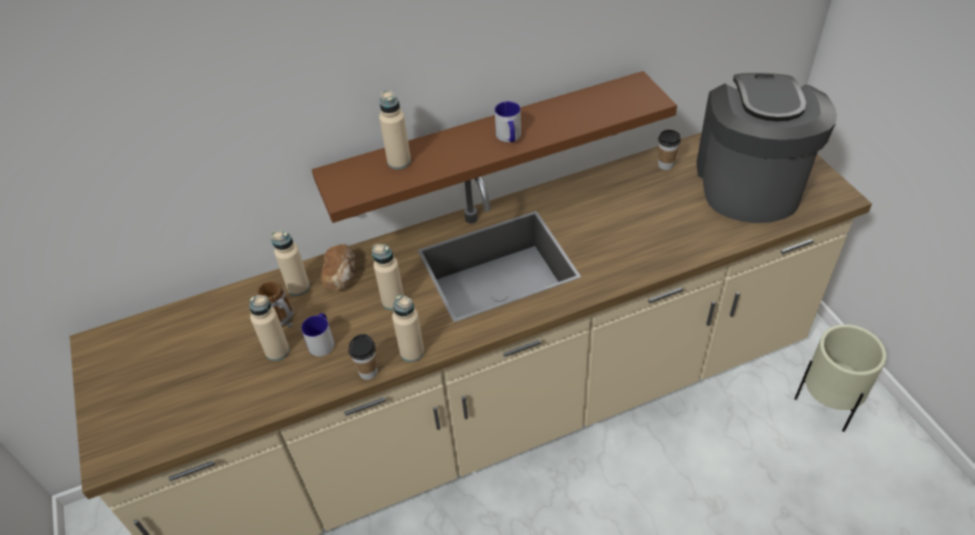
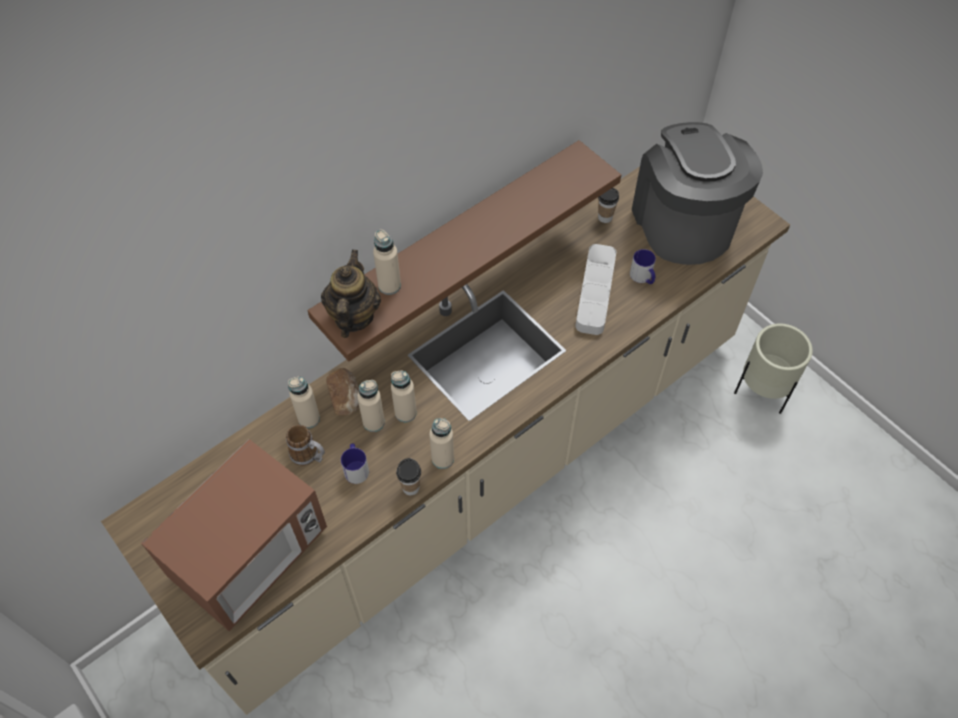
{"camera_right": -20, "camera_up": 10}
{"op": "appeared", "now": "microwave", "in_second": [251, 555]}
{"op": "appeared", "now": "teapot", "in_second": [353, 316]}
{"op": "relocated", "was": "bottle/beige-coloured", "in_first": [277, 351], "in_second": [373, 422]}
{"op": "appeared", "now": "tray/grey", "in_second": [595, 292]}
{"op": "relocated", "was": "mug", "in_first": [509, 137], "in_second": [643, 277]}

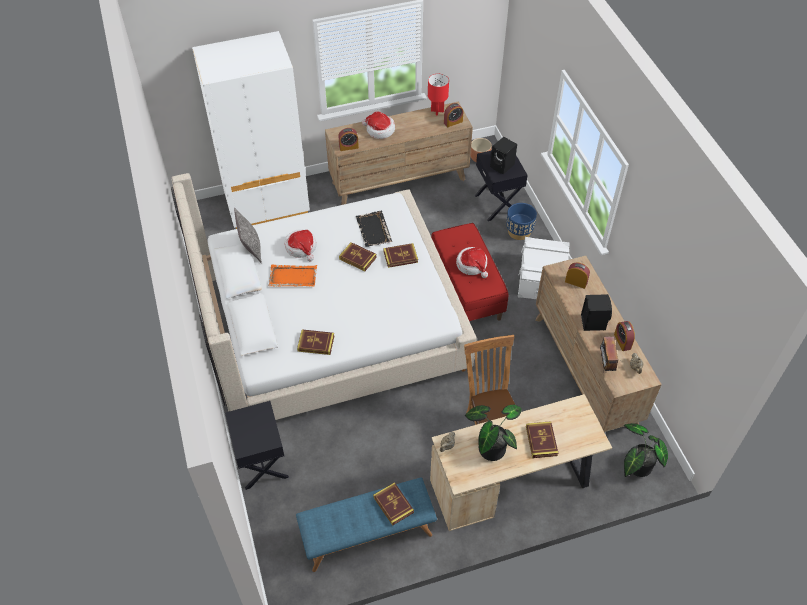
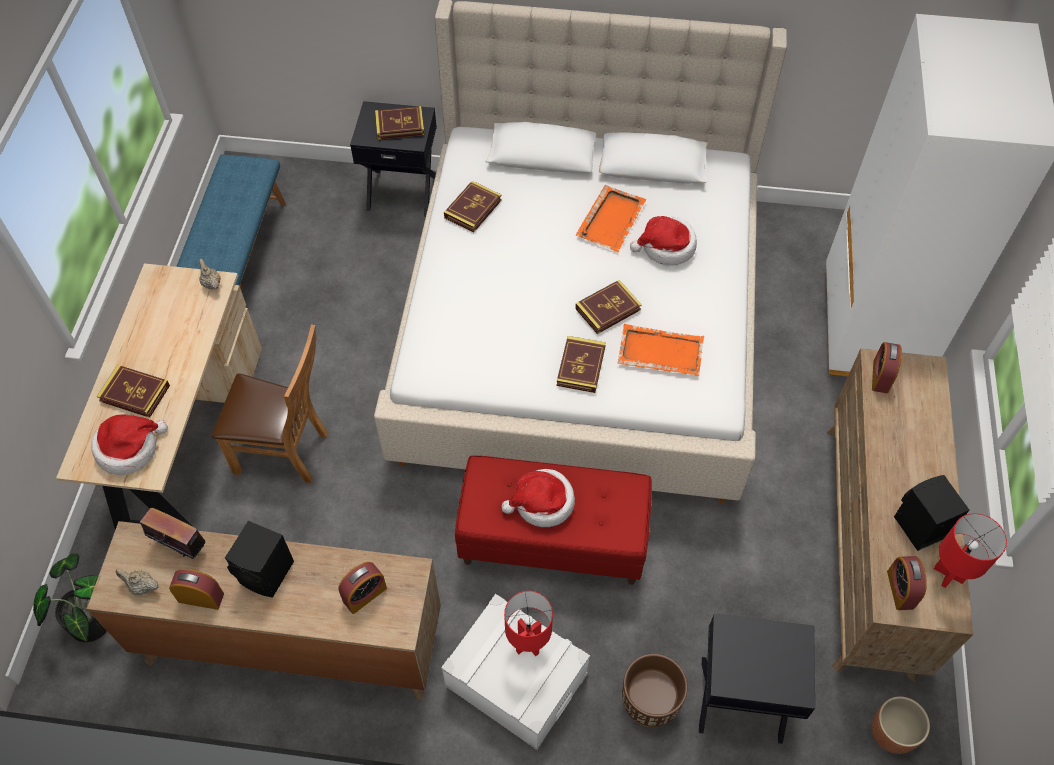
{"camera_right": 115, "camera_up": 5}
{"op": "relocated", "was": "hat", "in_first": [379, 130], "in_second": [129, 448]}
{"op": "relocated", "was": "volume", "in_first": [393, 505], "in_second": [400, 125]}
{"op": "appeared", "now": "table lamp/reddish", "in_second": [527, 644]}
{"op": "colour", "was": "tray/blackish", "now": "tray/orange", "in_first": [373, 230], "in_second": [659, 351]}
{"op": "colour", "was": "plant pot/bluish", "now": "plant pot/brownish", "in_first": [519, 231], "in_second": [649, 702]}
{"op": "relocated", "was": "audio speaker/blackish", "in_first": [502, 166], "in_second": [918, 527]}
{"op": "missing", "was": "throw pillow", "in_first": [251, 248]}
{"op": "missing", "was": "plant in a pot", "in_first": [490, 446]}

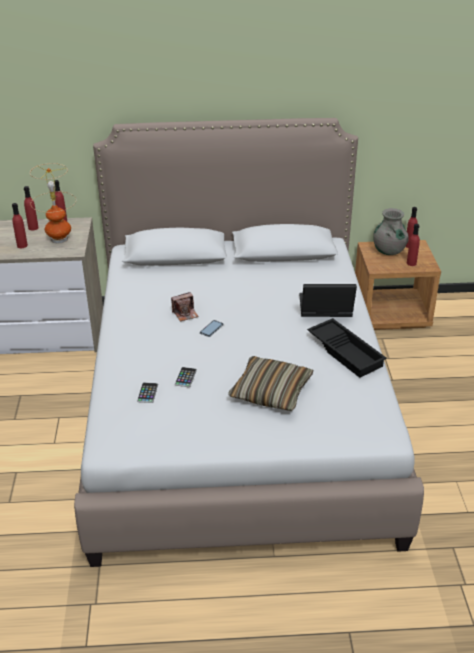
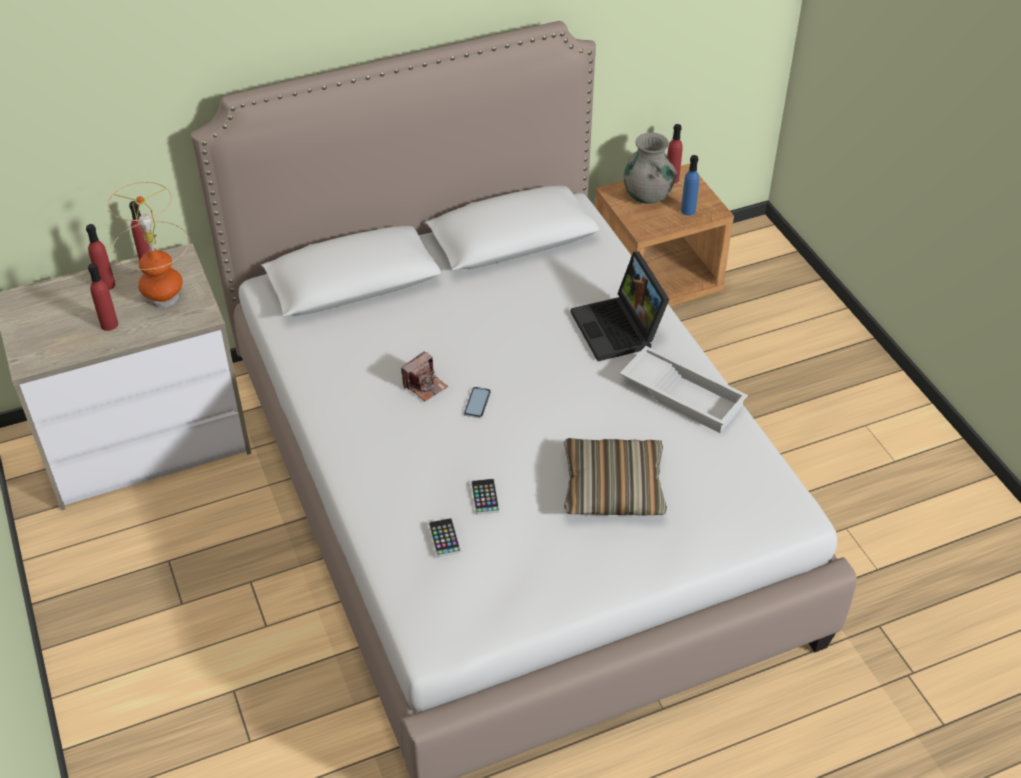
{"camera_right": -20, "camera_up": 10}
{"op": "spun", "was": "laptop", "in_first": [324, 309], "in_second": [619, 329], "clockwise": -90}
{"op": "colour", "was": "tray/blackish", "now": "tray/whitish", "in_first": [346, 352], "in_second": [683, 394]}
{"op": "colour", "was": "bottle/reddish", "now": "bottle/bluish", "in_first": [411, 263], "in_second": [688, 211]}

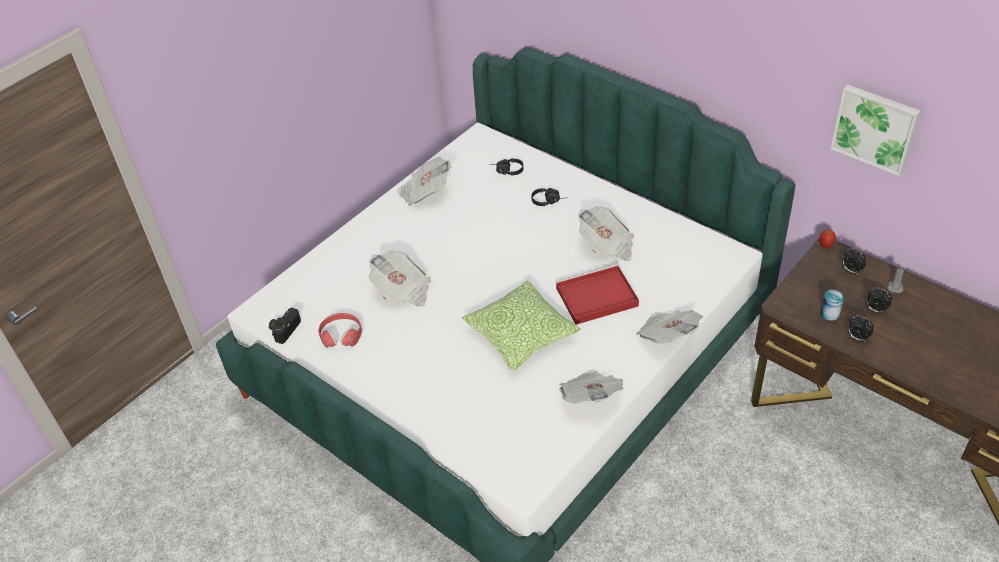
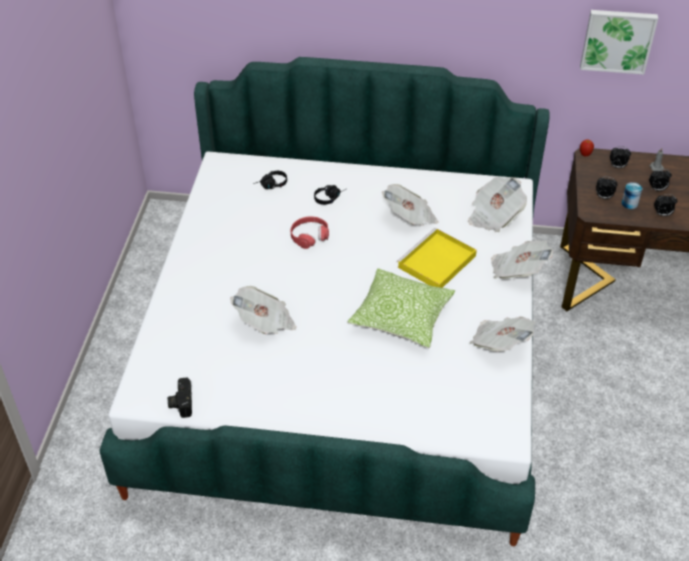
{"camera_right": -35, "camera_up": 0}
{"op": "relocated", "was": "headset/reddish", "in_first": [341, 335], "in_second": [309, 236]}
{"op": "colour", "was": "tray/reddish", "now": "tray/yellow-coloured", "in_first": [595, 297], "in_second": [436, 262]}
{"op": "relocated", "was": "printed paper", "in_first": [425, 192], "in_second": [494, 216]}
{"op": "appeared", "now": "alarm clock", "in_second": [603, 197]}

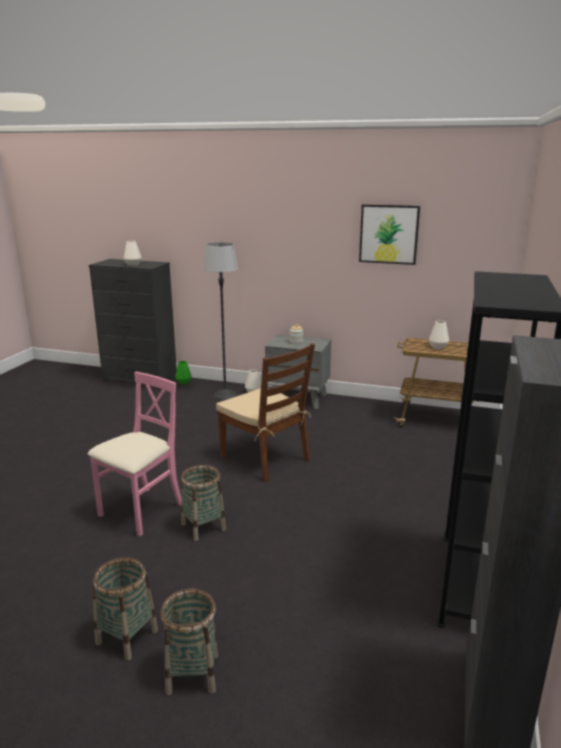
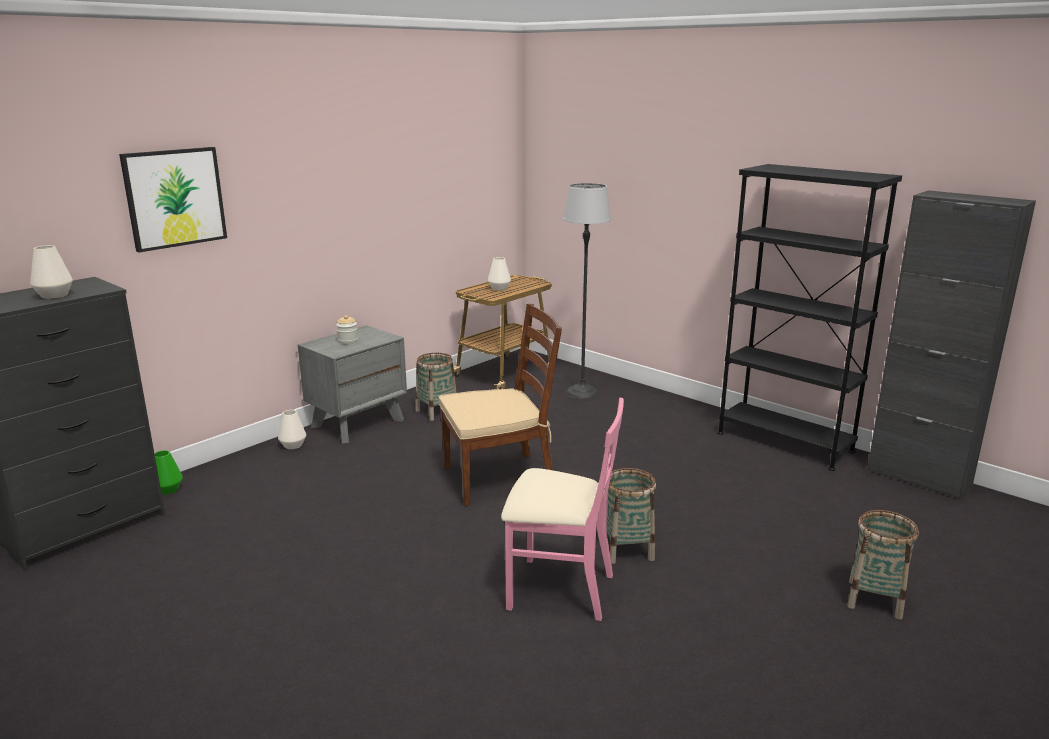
{"camera_right": -65, "camera_up": 0}
{"op": "relocated", "was": "wall art", "in_first": [389, 234], "in_second": [175, 198]}
{"op": "relocated", "was": "household basket", "in_first": [127, 637], "in_second": [437, 411]}
{"op": "spun", "was": "plain chair/pink-coloured", "in_first": [141, 511], "in_second": [559, 589], "clockwise": 135}
{"op": "relocated", "was": "standard lamp", "in_first": [225, 395], "in_second": [582, 392]}

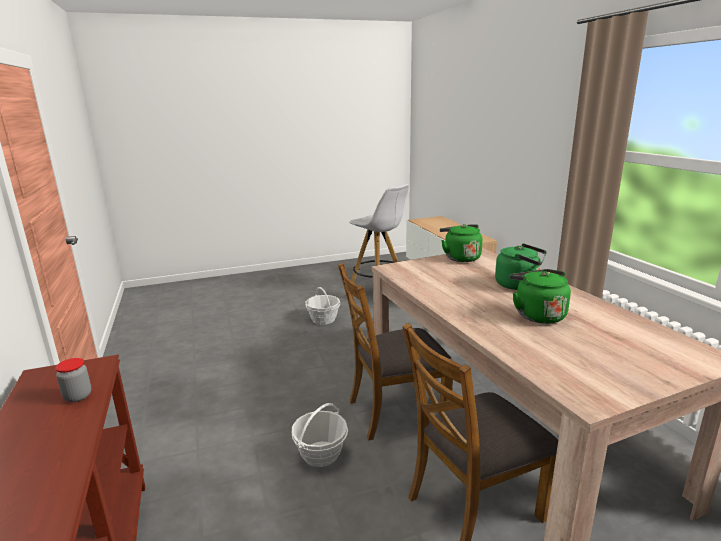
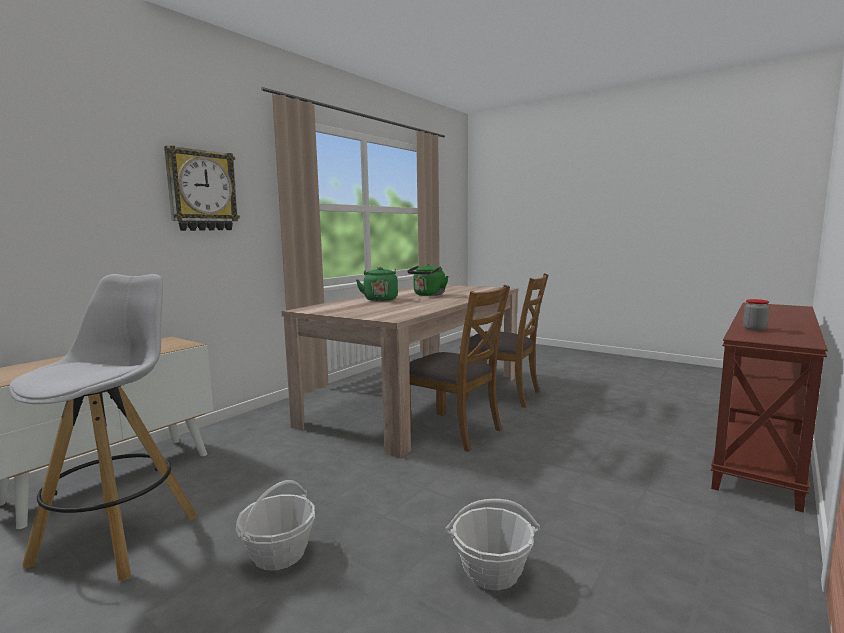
{"camera_right": -125, "camera_up": -10}
{"op": "appeared", "now": "clock on the wall", "in_second": [202, 191]}
{"op": "relocated", "was": "household basket", "in_first": [321, 454], "in_second": [492, 571]}
{"op": "missing", "was": "water kettle/green-coloured", "in_first": [460, 257]}

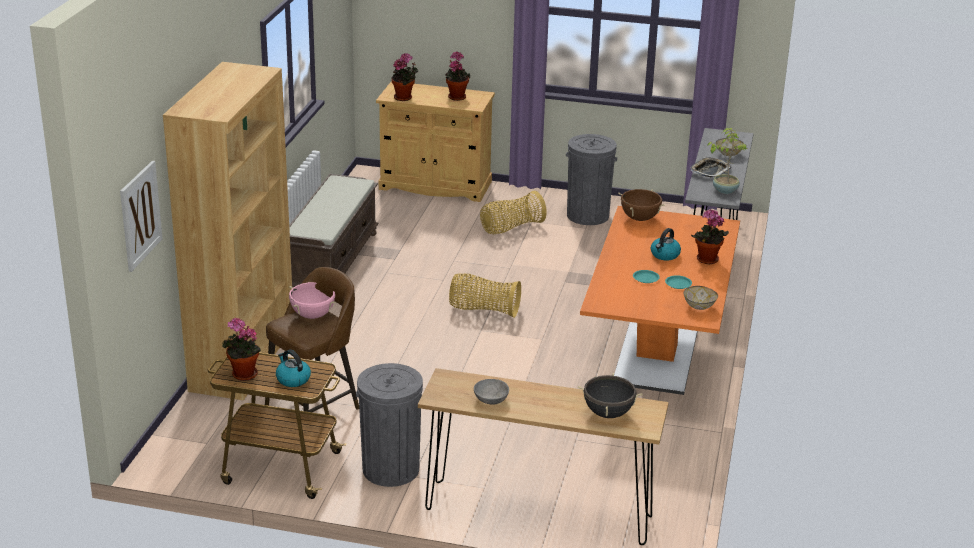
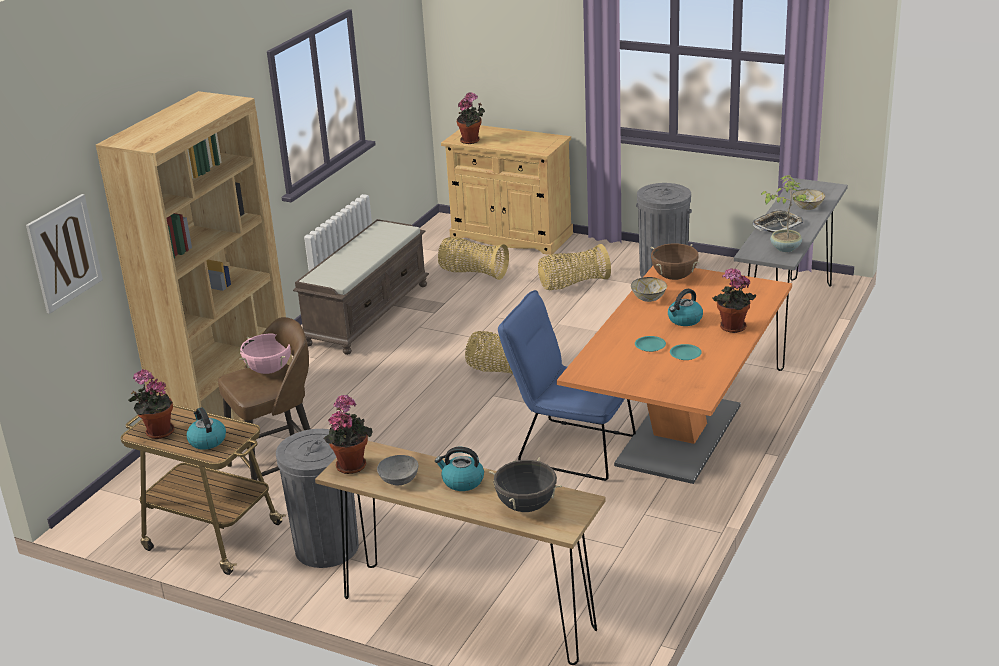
{"camera_right": 15, "camera_up": 0}
{"op": "relocated", "was": "plant in a pot", "in_first": [456, 97], "in_second": [351, 464]}
{"op": "appeared", "now": "water kettle", "in_second": [462, 481]}
{"op": "appeared", "now": "household basket", "in_second": [473, 273]}
{"op": "appeared", "now": "plain chair/bluish", "in_second": [569, 448]}
{"op": "relocated", "was": "deep dish", "in_first": [699, 306], "in_second": [649, 298]}

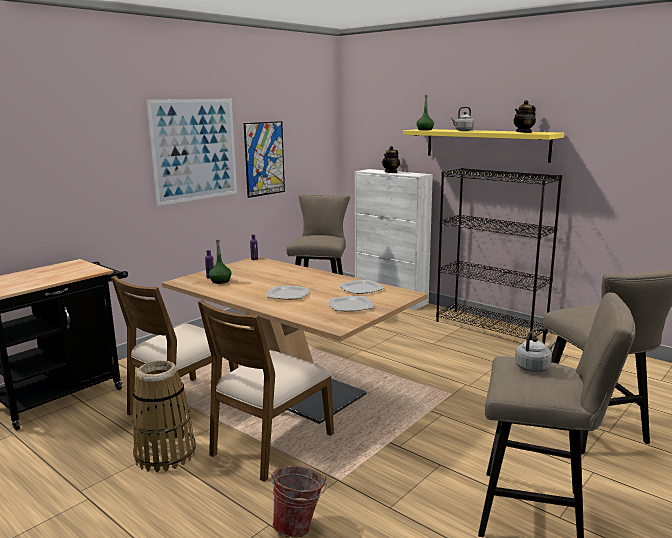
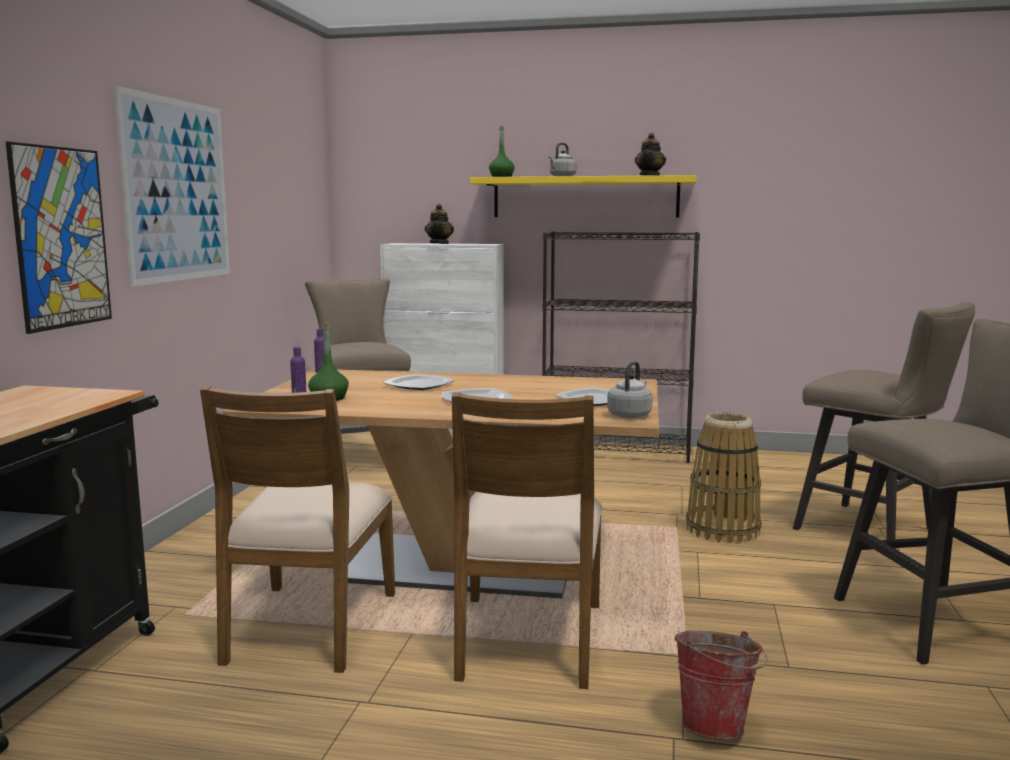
{"camera_right": -30, "camera_up": -5}
{"op": "relocated", "was": "wall art", "in_first": [264, 159], "in_second": [61, 237]}
{"op": "relocated", "was": "dinner plate", "in_first": [361, 289], "in_second": [418, 385]}
{"op": "relocated", "was": "water kettle/grey", "in_first": [533, 367], "in_second": [630, 415]}
{"op": "relocated", "was": "household basket", "in_first": [165, 454], "in_second": [723, 529]}

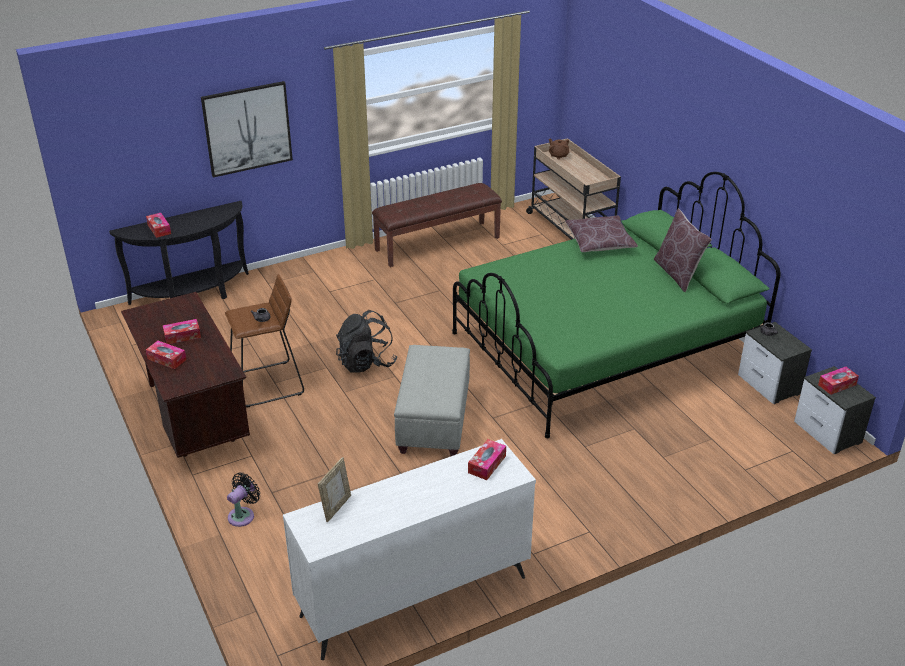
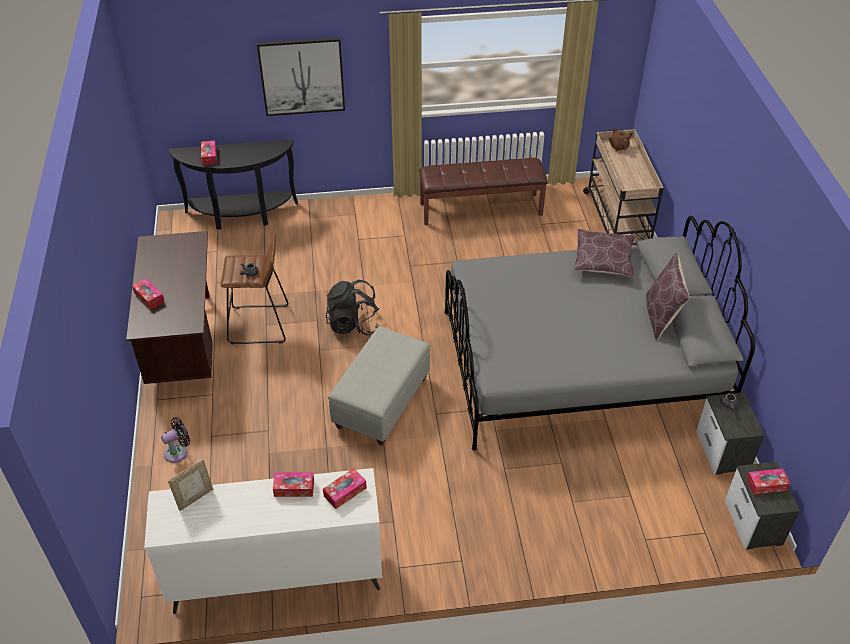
{"camera_right": 20, "camera_up": 10}
{"op": "relocated", "was": "box of tissues", "in_first": [182, 336], "in_second": [294, 488]}
{"op": "colour", "was": "bed/green-coloured", "now": "bed/grey", "in_first": [604, 349], "in_second": [579, 366]}

